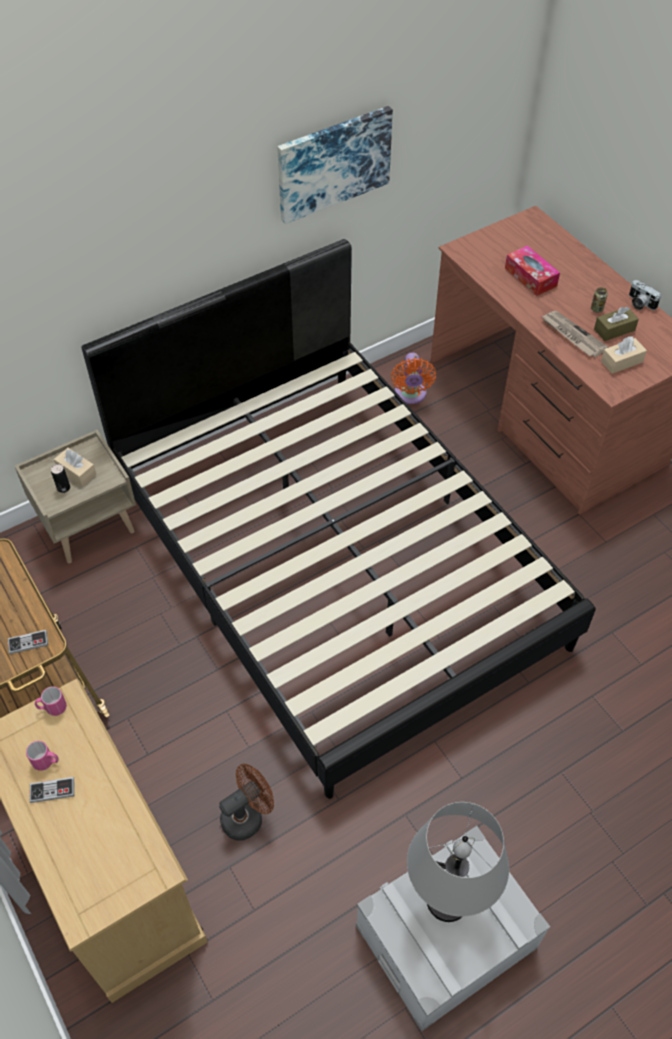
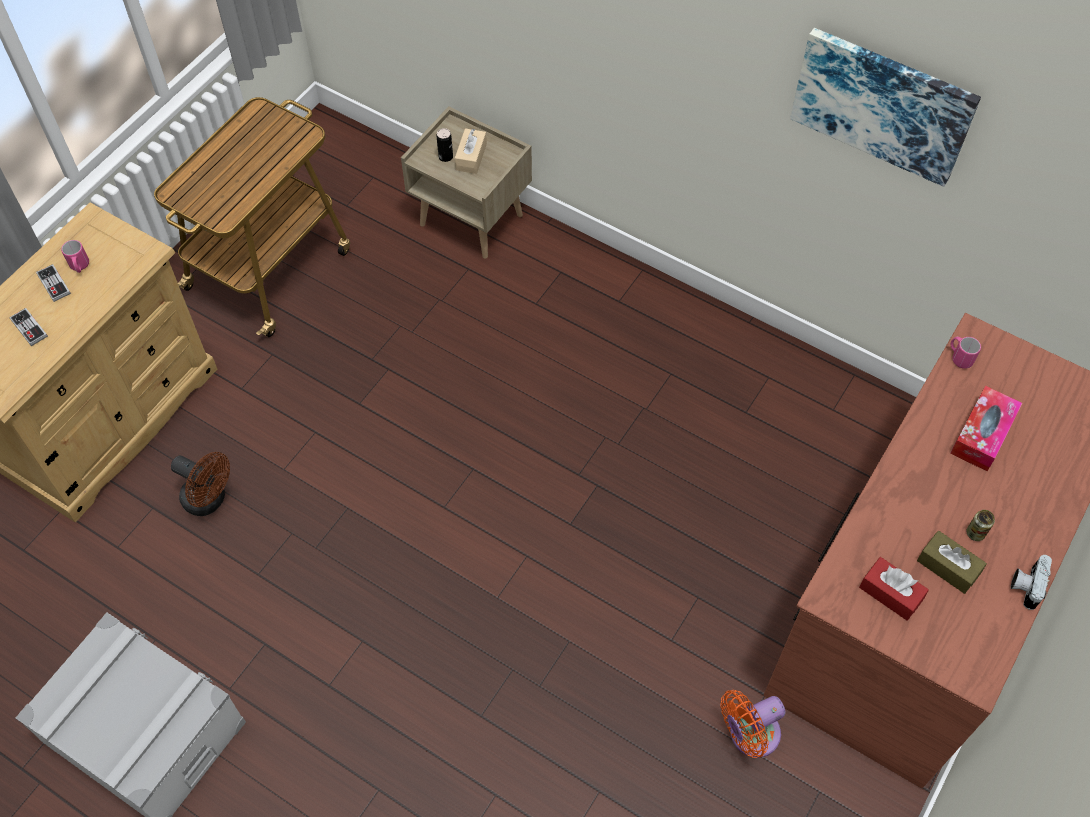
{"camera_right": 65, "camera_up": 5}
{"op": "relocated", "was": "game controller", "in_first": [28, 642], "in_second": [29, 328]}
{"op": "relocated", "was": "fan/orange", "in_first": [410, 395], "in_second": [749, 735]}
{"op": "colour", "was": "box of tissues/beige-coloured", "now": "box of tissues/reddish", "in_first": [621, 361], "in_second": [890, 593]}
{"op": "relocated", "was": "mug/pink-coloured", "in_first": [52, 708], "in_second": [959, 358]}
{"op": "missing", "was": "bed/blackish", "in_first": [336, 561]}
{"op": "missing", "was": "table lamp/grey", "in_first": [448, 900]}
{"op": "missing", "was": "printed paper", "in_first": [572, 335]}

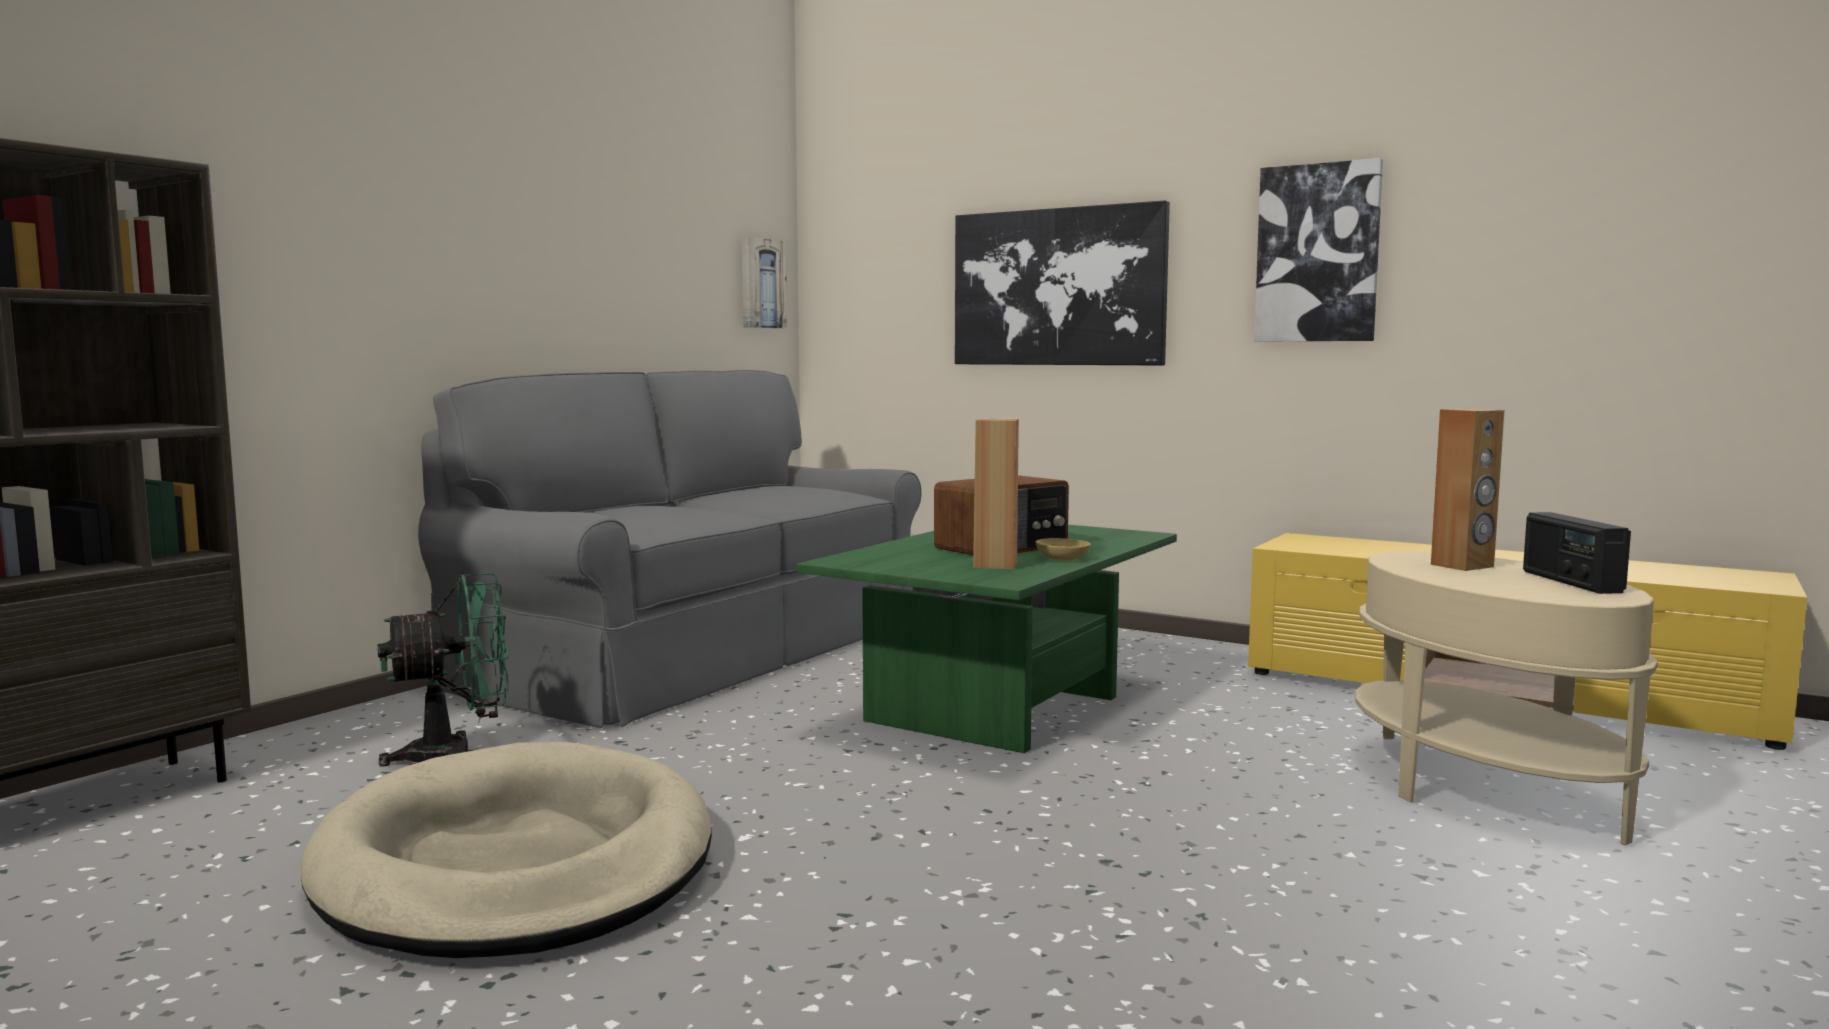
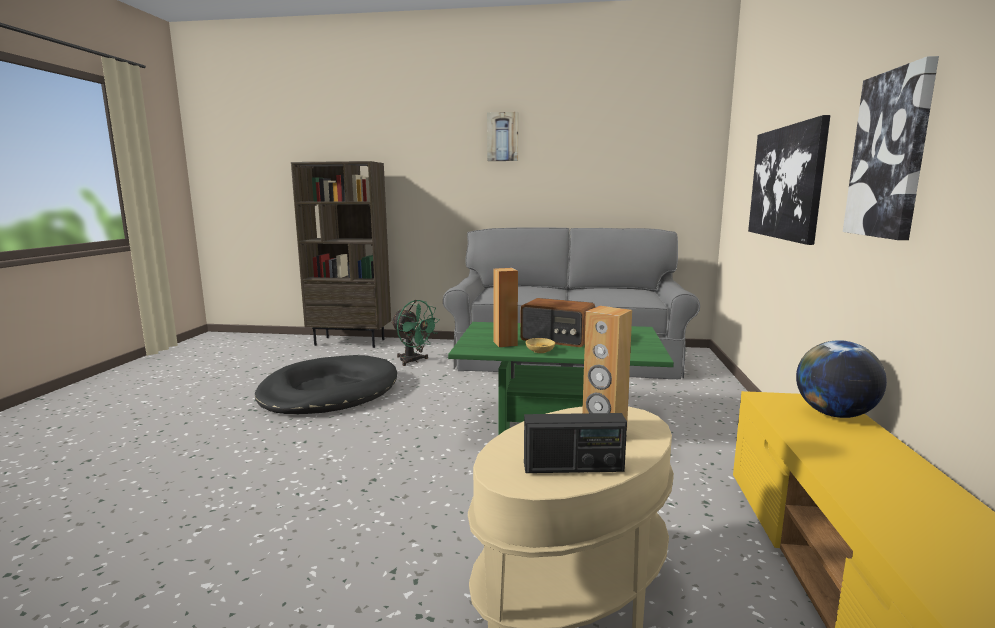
{"camera_right": 65, "camera_up": 5}
{"op": "colour", "was": "dog bed/beige-coloured", "now": "dog bed/blackish", "in_first": [517, 864], "in_second": [329, 391]}
{"op": "relocated", "was": "wall art", "in_first": [761, 283], "in_second": [503, 137]}
{"op": "spun", "was": "radio set", "in_first": [1570, 582], "in_second": [573, 467], "clockwise": -150}
{"op": "appeared", "now": "world globe", "in_second": [834, 414]}

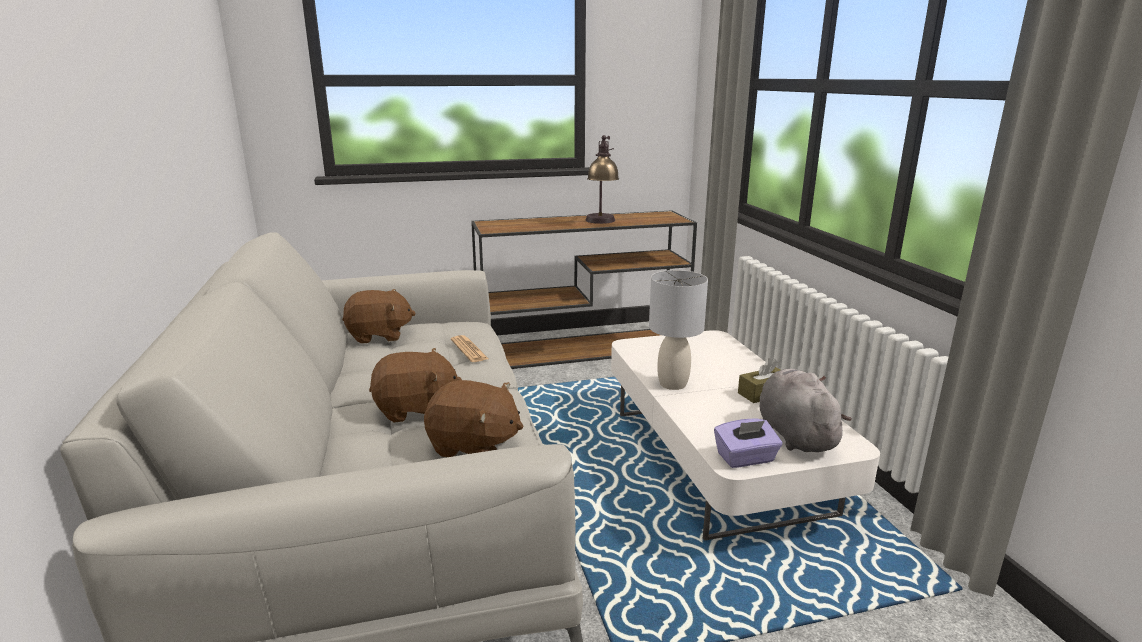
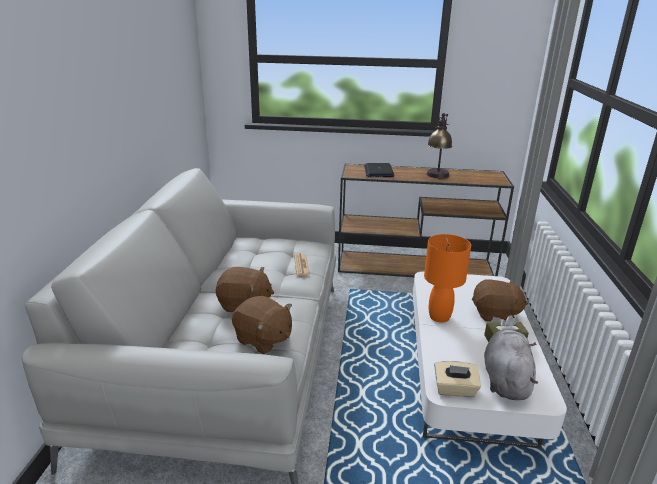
{"camera_right": 20, "camera_up": 5}
{"op": "appeared", "now": "laptop", "in_second": [378, 171]}
{"op": "colour", "was": "table lamp/grey", "now": "table lamp/orange", "in_first": [672, 384], "in_second": [439, 317]}
{"op": "colour", "was": "box of tissues/purple-coloured", "now": "box of tissues/beige-coloured", "in_first": [745, 458], "in_second": [455, 390]}
{"op": "relocated", "was": "soft toy/brownish", "in_first": [379, 335], "in_second": [495, 314]}

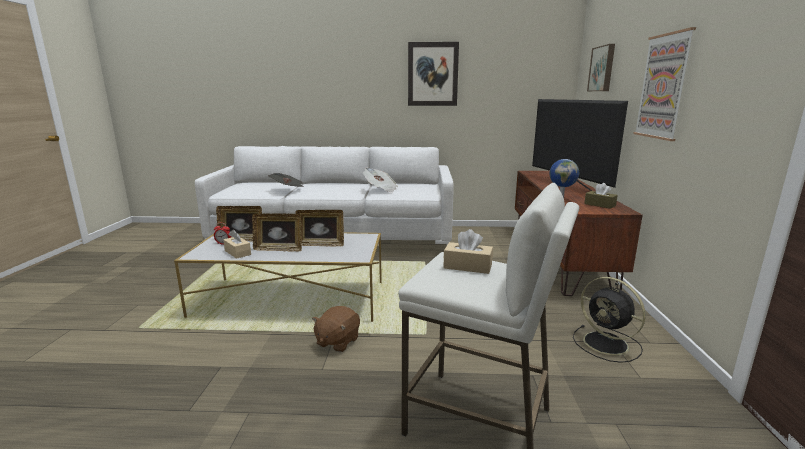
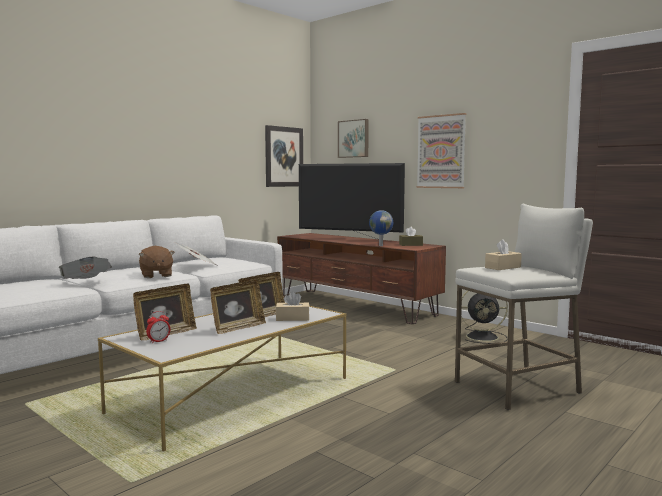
{"camera_right": -50, "camera_up": -10}
{"op": "relocated", "was": "soft toy/brownish", "in_first": [337, 341], "in_second": [156, 275]}
{"op": "relocated", "was": "wall art", "in_first": [432, 74], "in_second": [284, 157]}
{"op": "relocated", "was": "box of tissues/beige-coloured", "in_first": [237, 252], "in_second": [292, 318]}

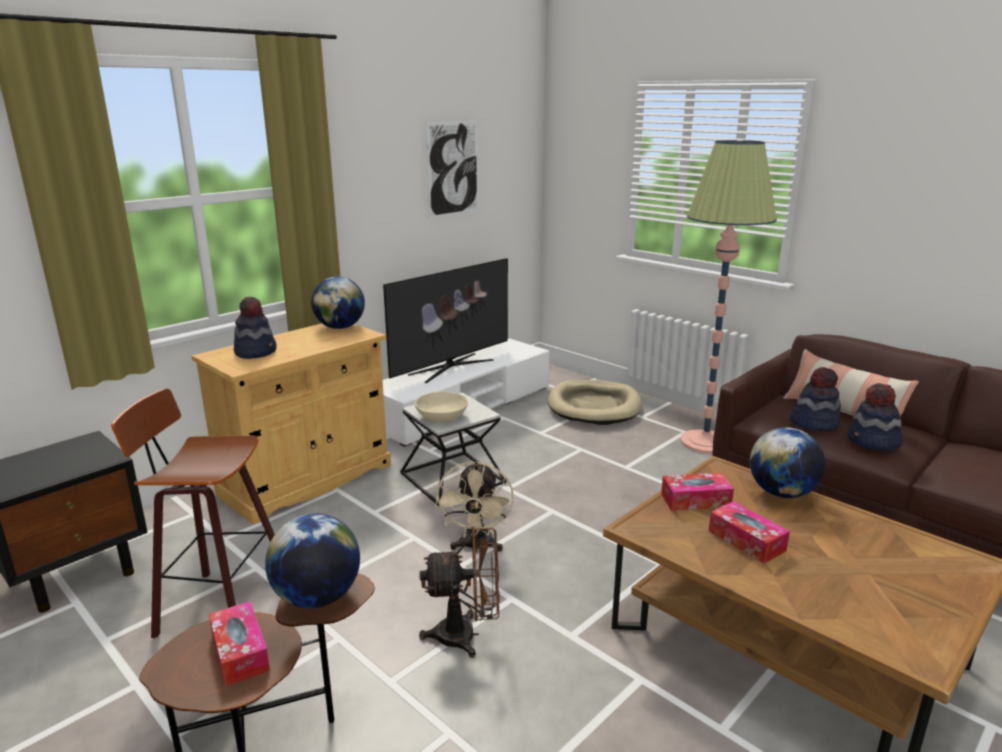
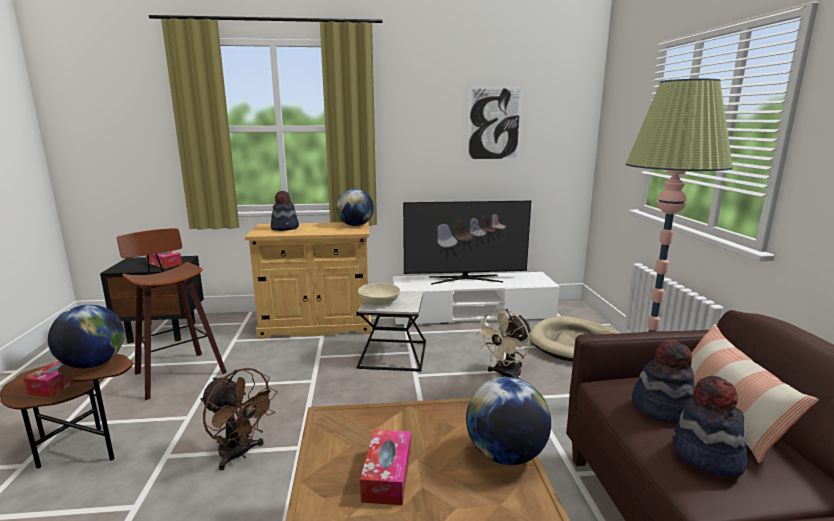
{"camera_right": 40, "camera_up": -5}
{"op": "relocated", "was": "box of tissues", "in_first": [695, 500], "in_second": [164, 263]}
{"op": "relocated", "was": "fan/beige-coloured", "in_first": [476, 547], "in_second": [505, 375]}

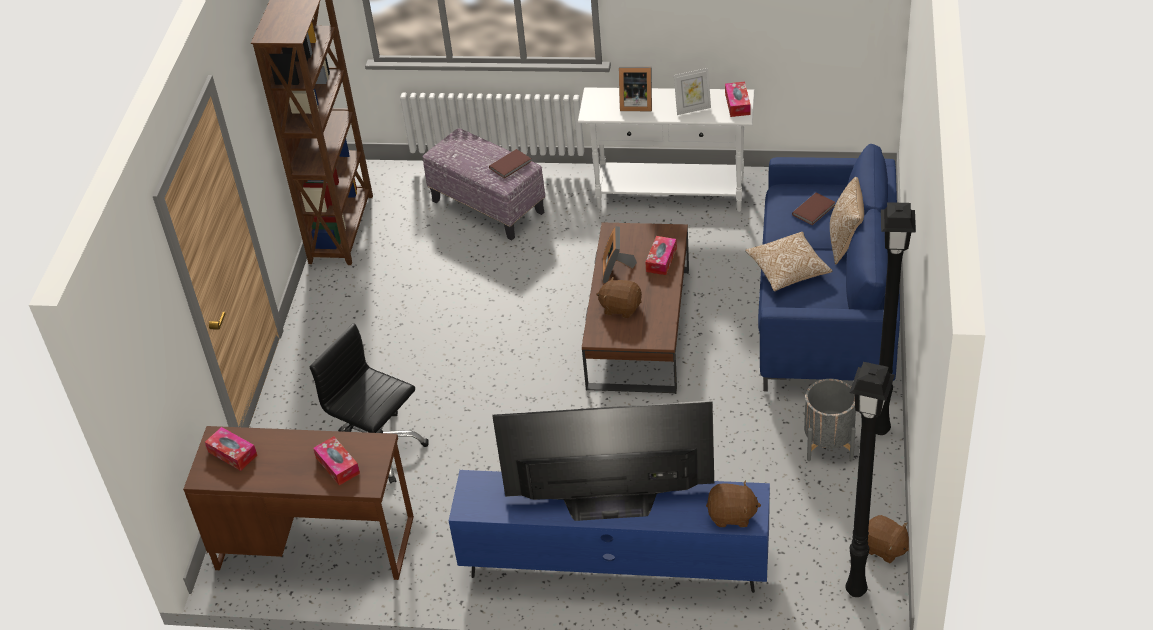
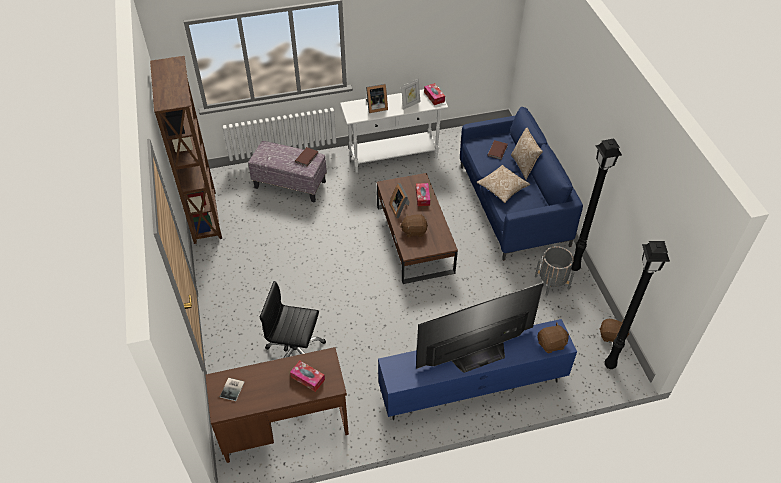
{"camera_right": -25, "camera_up": 5}
{"op": "exchanged", "was": "box of tissues", "now": "volume", "in_first": [232, 453], "in_second": [233, 389]}

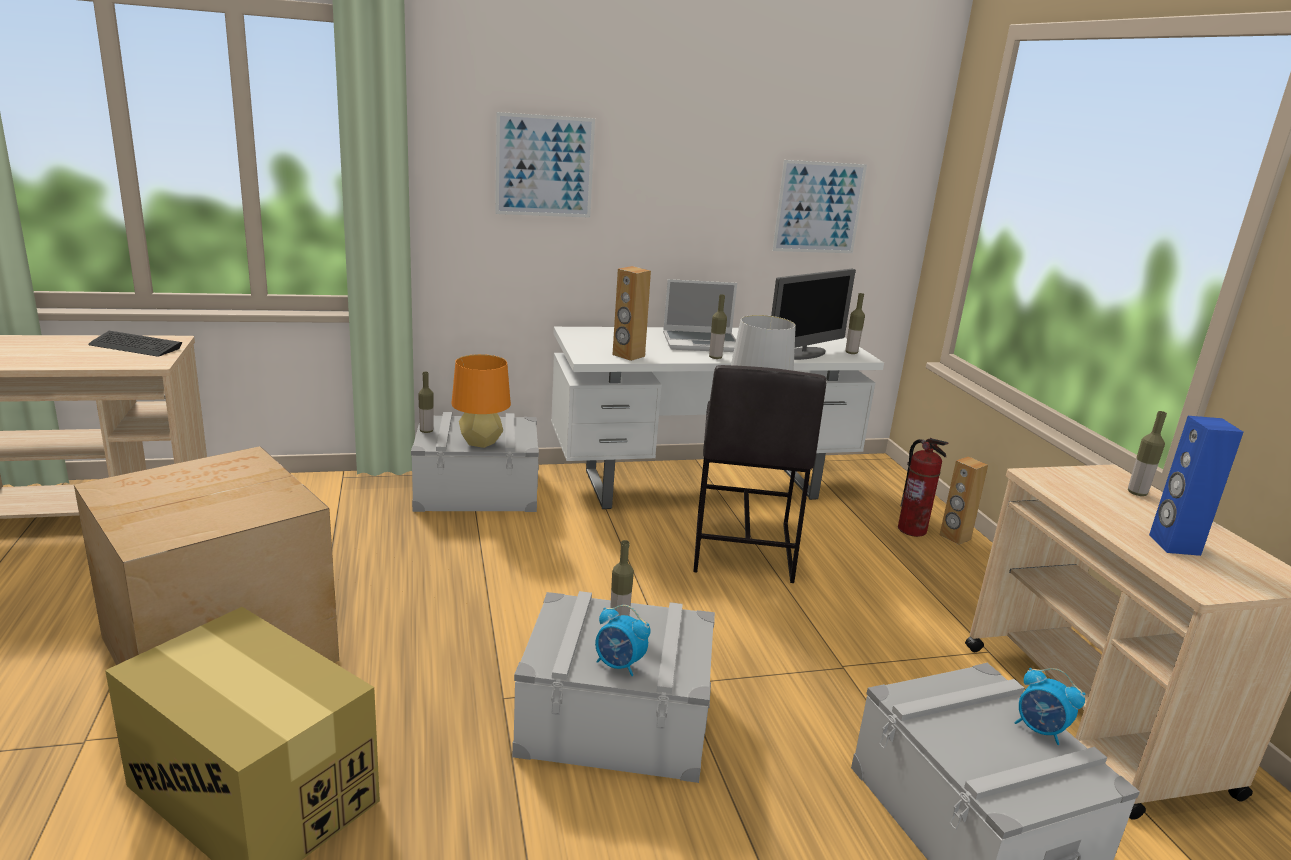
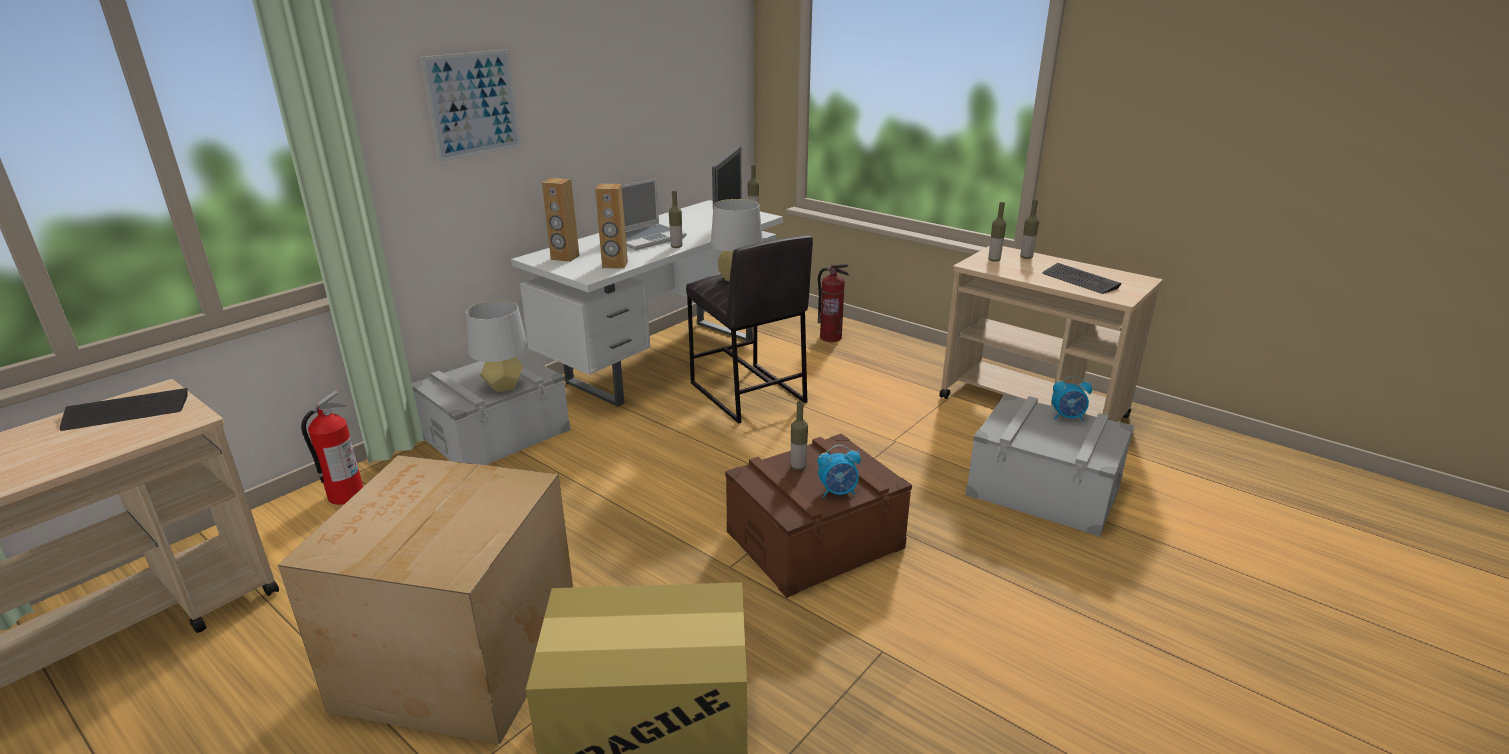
{"camera_right": -35, "camera_up": 5}
{"op": "appeared", "now": "fire-fighting cylinder", "in_second": [345, 495]}
{"op": "colour", "was": "table lamp/orange", "now": "table lamp/grey", "in_first": [481, 442], "in_second": [504, 386]}
{"op": "relocated", "was": "audio speaker/brownish", "in_first": [954, 537], "in_second": [565, 257]}
{"op": "colour", "was": "storage container/grey", "now": "storage container/brownish", "in_first": [615, 718], "in_second": [814, 539]}
{"op": "relocated", "was": "bottle", "in_first": [426, 431], "in_second": [994, 260]}
{"op": "exchanged", "was": "audio speaker/bluish", "now": "keyboard", "in_first": [1173, 545], "in_second": [1080, 280]}
{"op": "missing", "was": "wall art", "in_first": [819, 207]}

